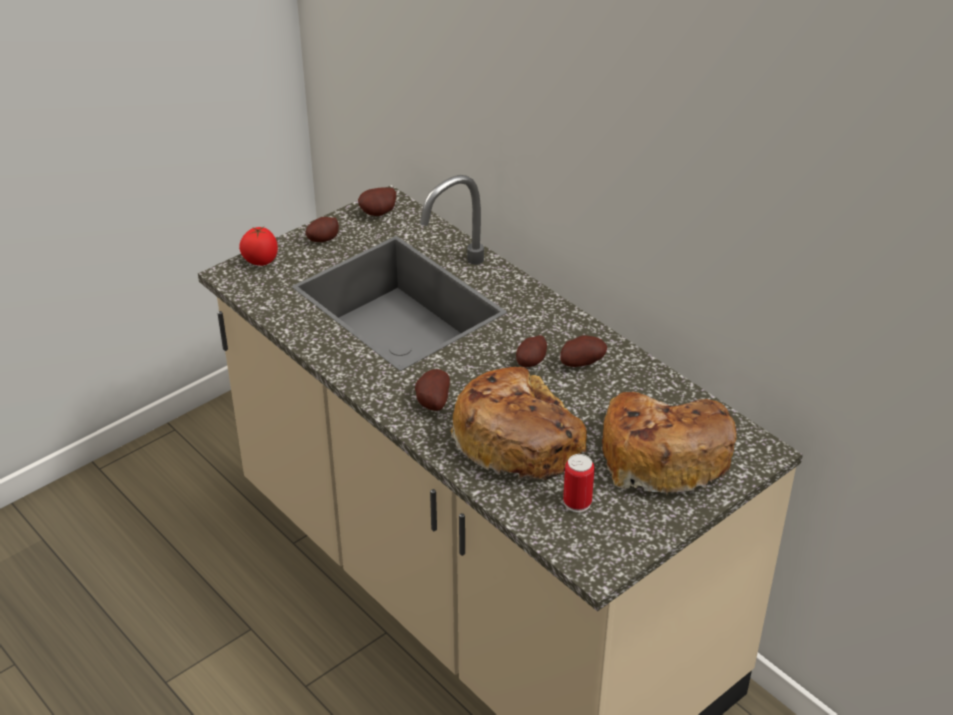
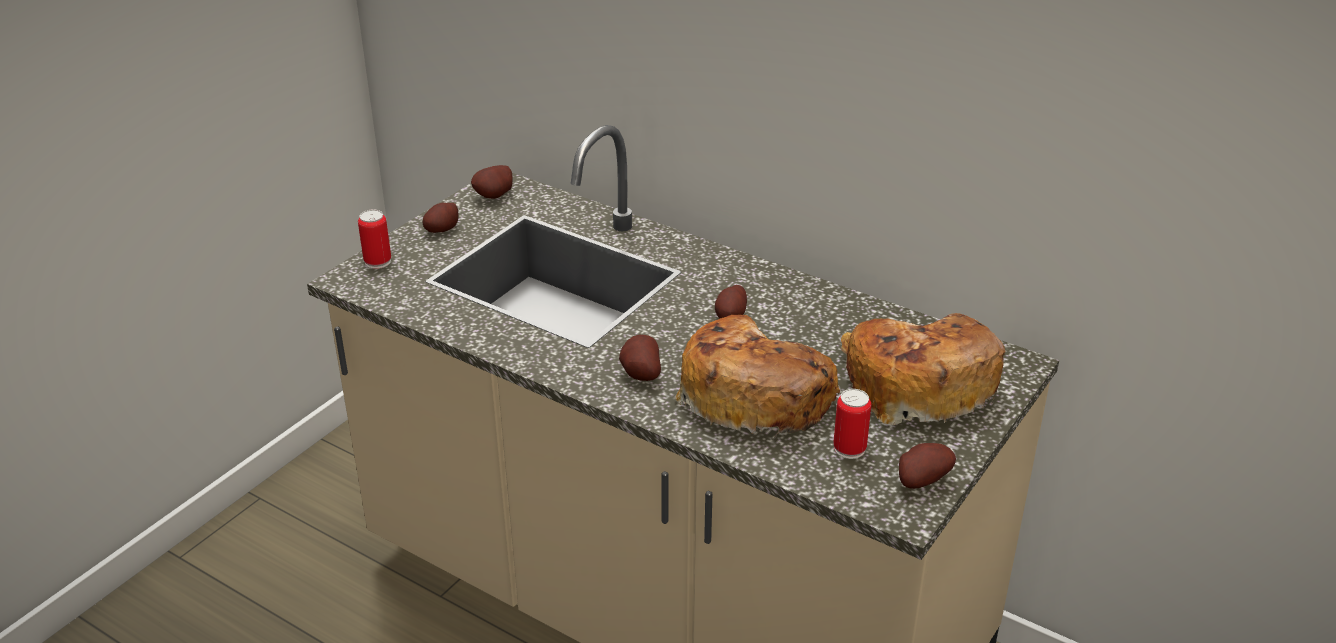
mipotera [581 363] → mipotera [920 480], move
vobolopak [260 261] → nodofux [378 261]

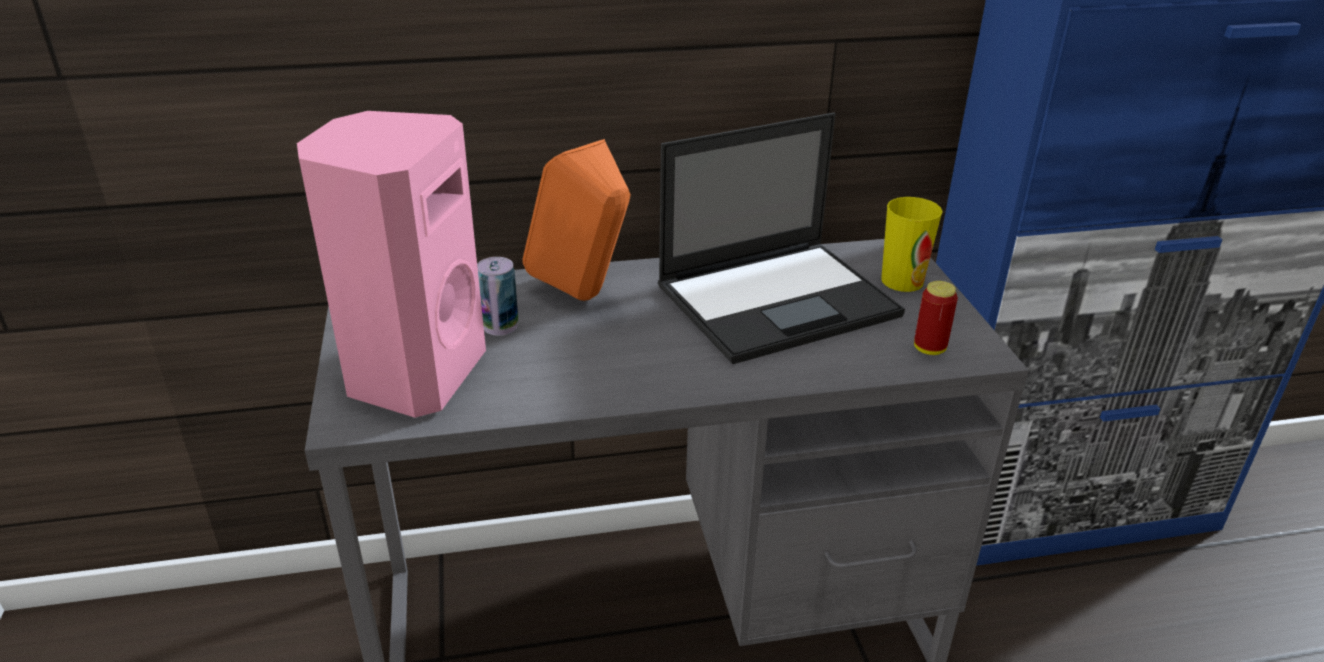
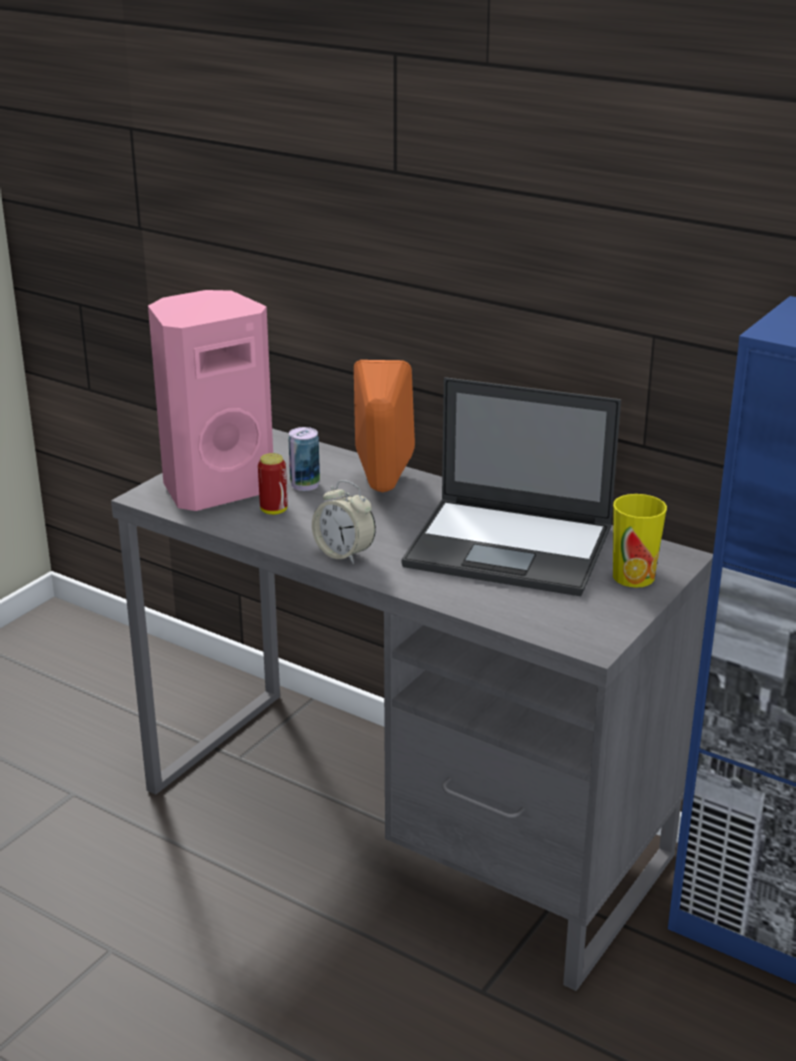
- → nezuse [344 554]
nodofux [929 349] → nodofux [274 511], move

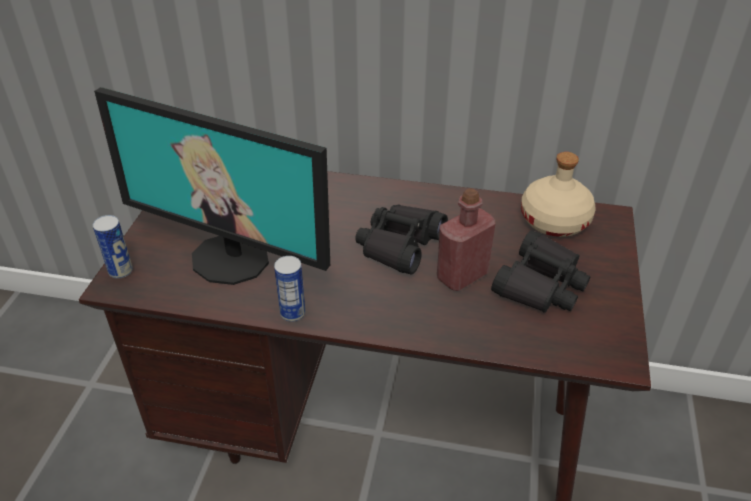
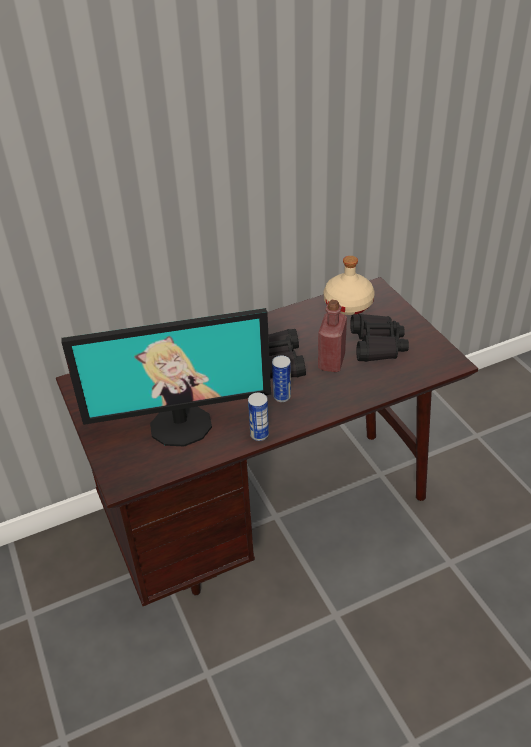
nodofux [120 271] → nodofux [282 396], move

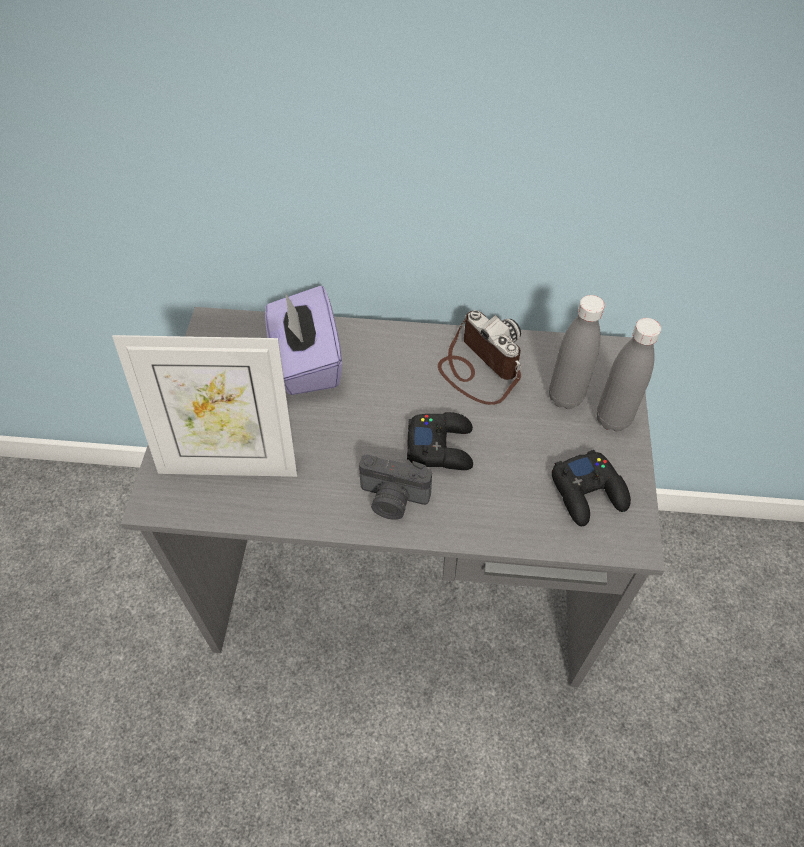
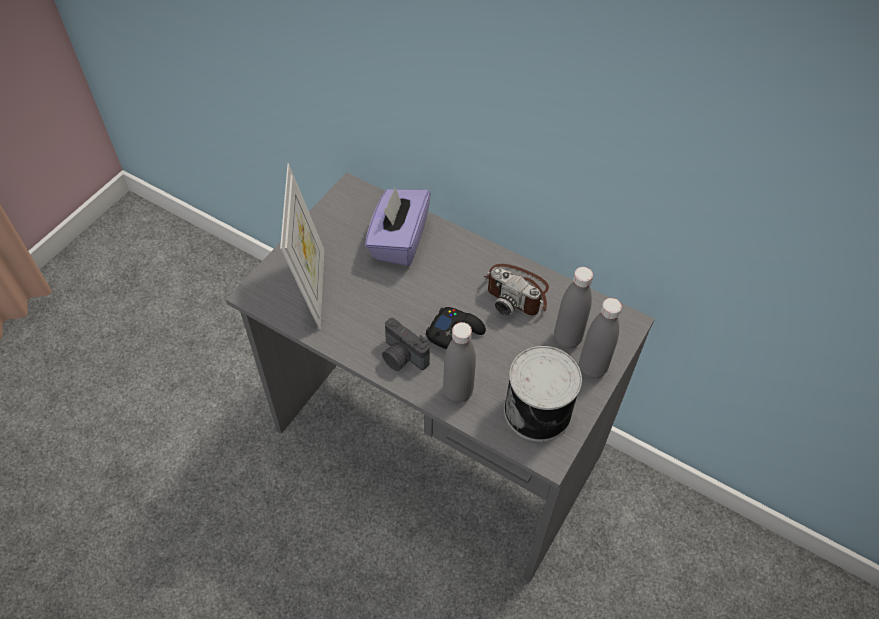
- → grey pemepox [457 392]
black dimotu [588 493] → nodofux [539 411]
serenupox [230 462] → serenupox [311 288], 120 degrees counterclockwise
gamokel [478 367] → gamokel [517 292], 135 degrees clockwise

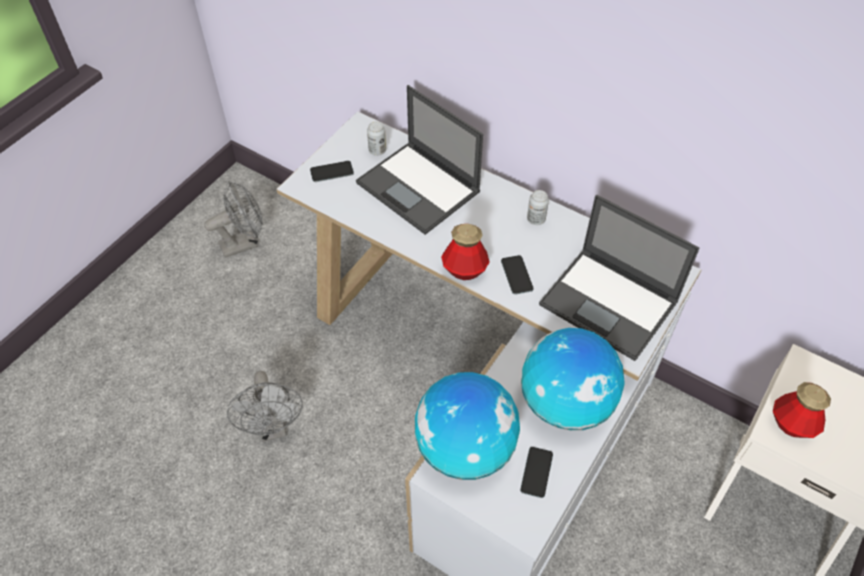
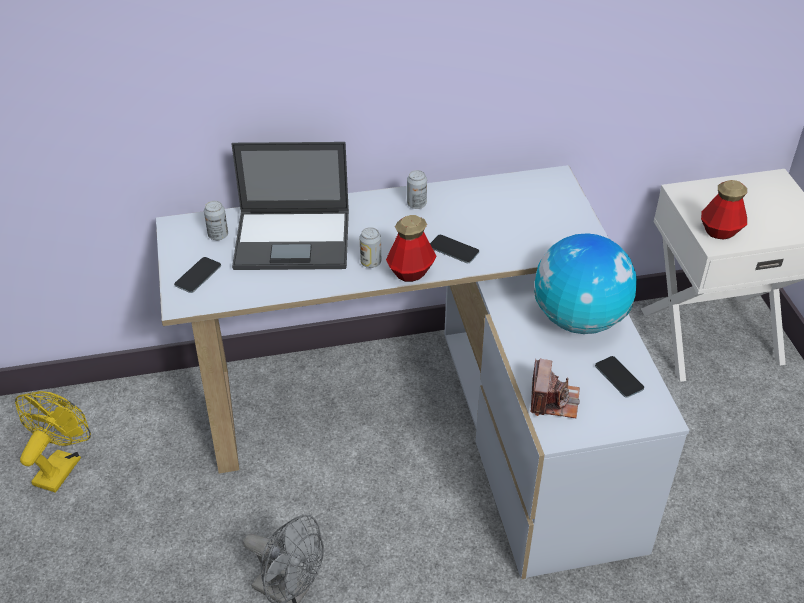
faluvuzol [610 304] → -
- → nodofux [370 262]
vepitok [465 448] → gamokel [553 400]
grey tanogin [244 243] → yellow tanogin [61 465]

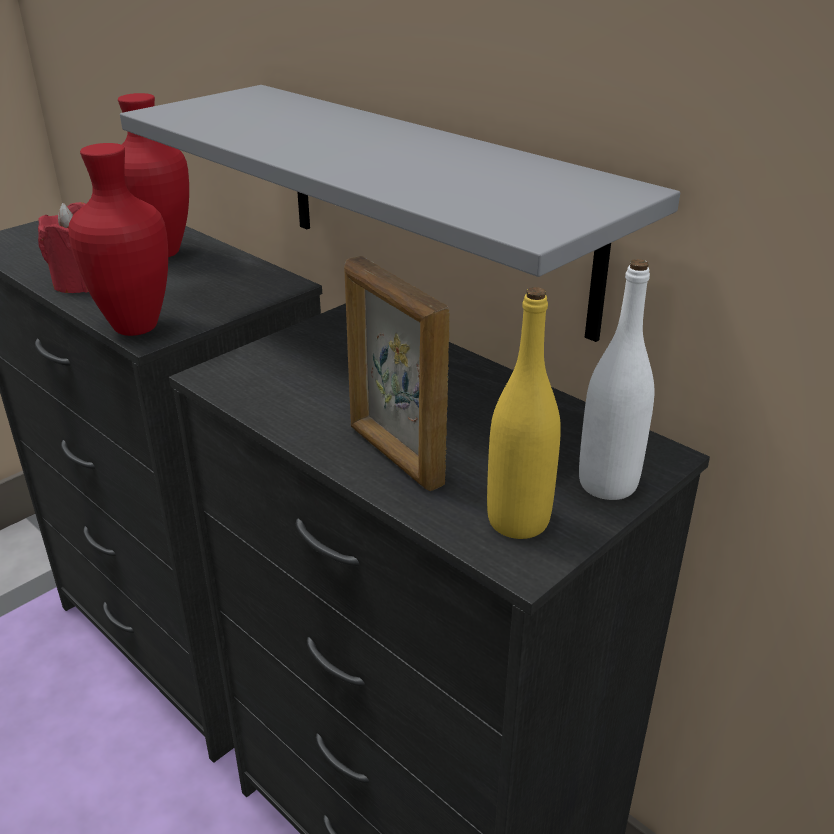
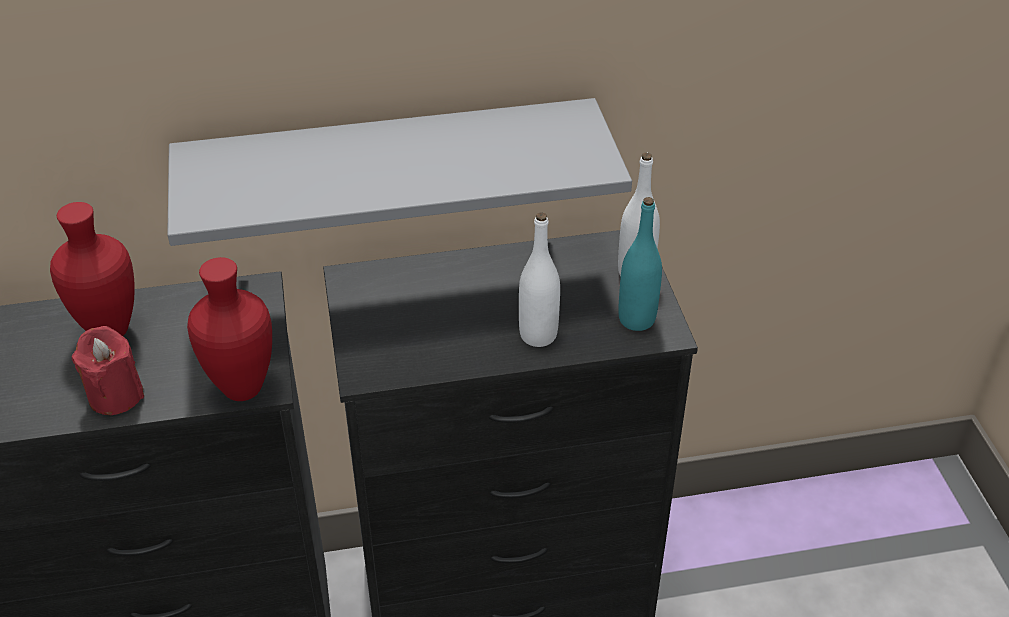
serenupox [394 456] → white pemepox [538 335]
yellow pemepox [518 521] → turquoise pemepox [636 319]

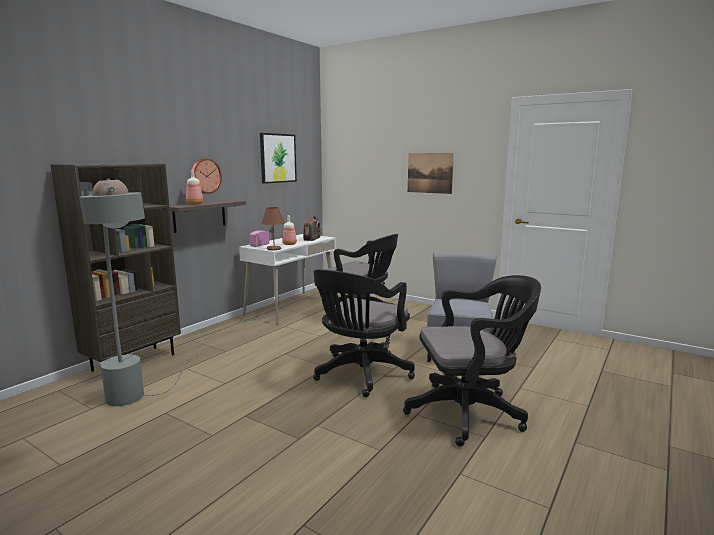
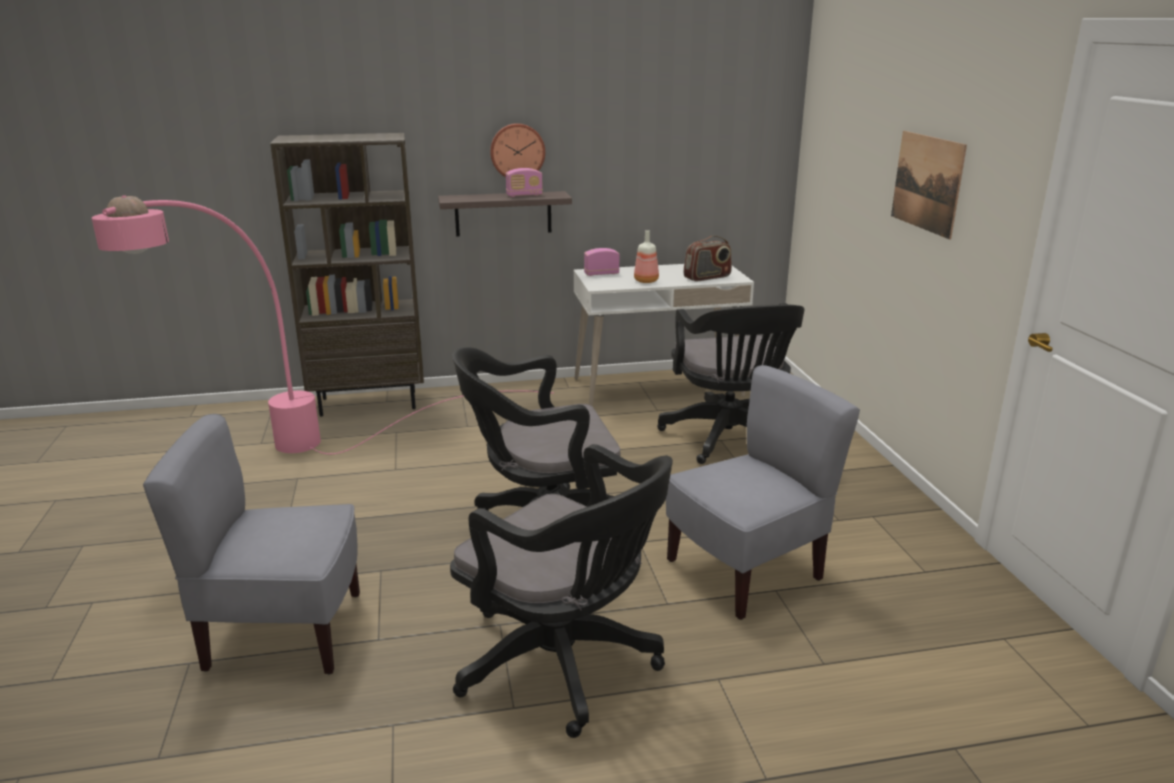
pemepox [194 204] → -
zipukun [277 158] → -
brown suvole [274 249] → -
- → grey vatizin [284 633]
- → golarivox [524 195]
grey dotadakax [154 411] → pink dotadakax [293 471]

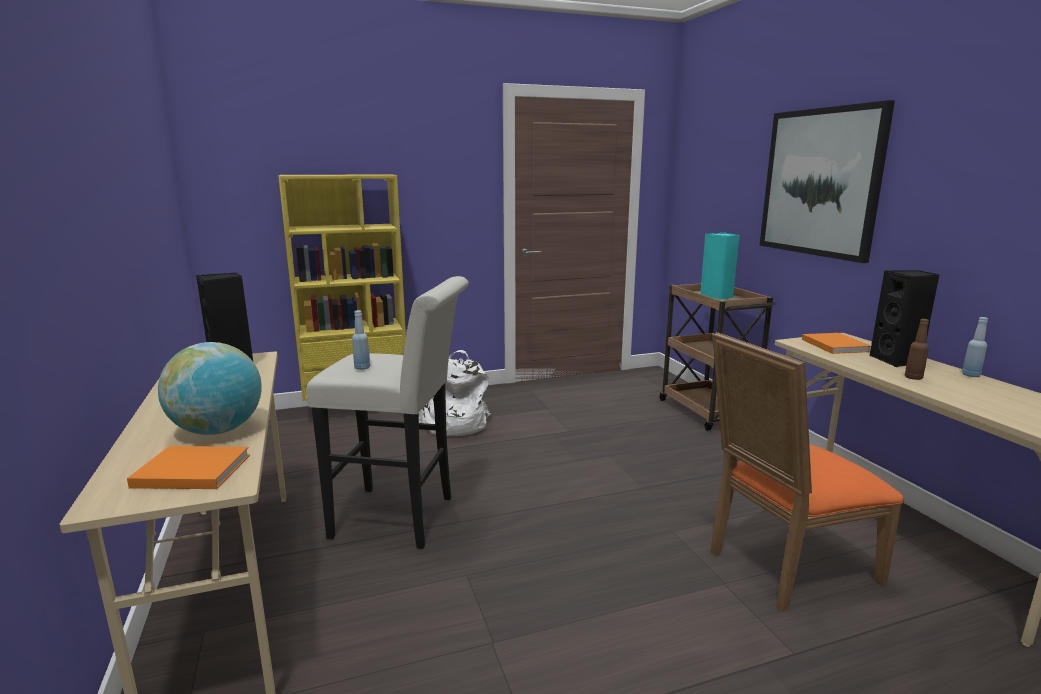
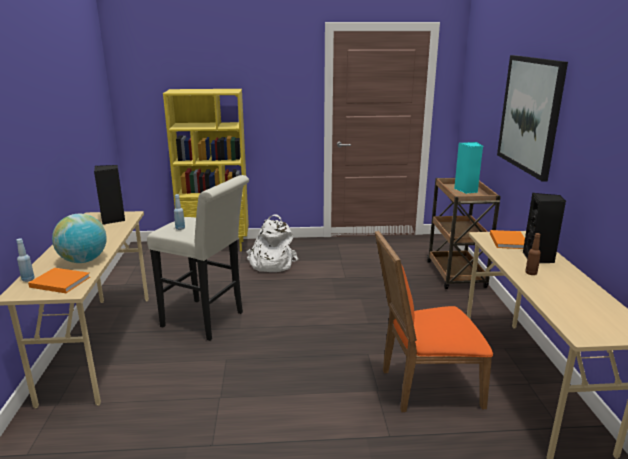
blue pemepox [971 375] → blue pemepox [28 279], move

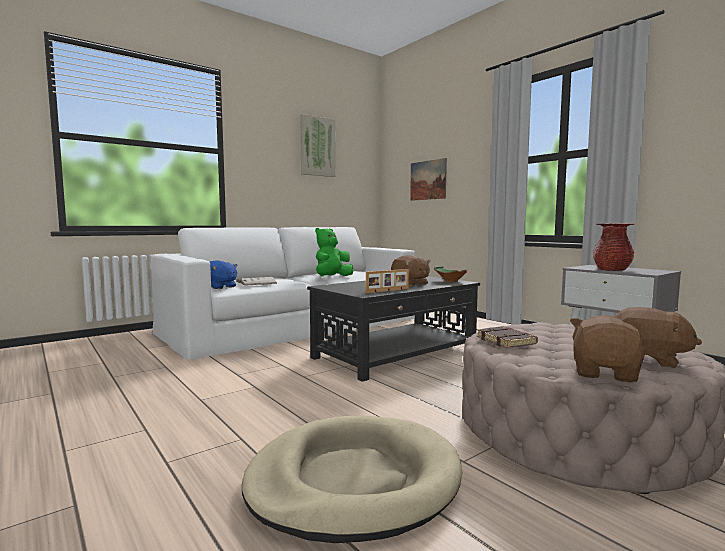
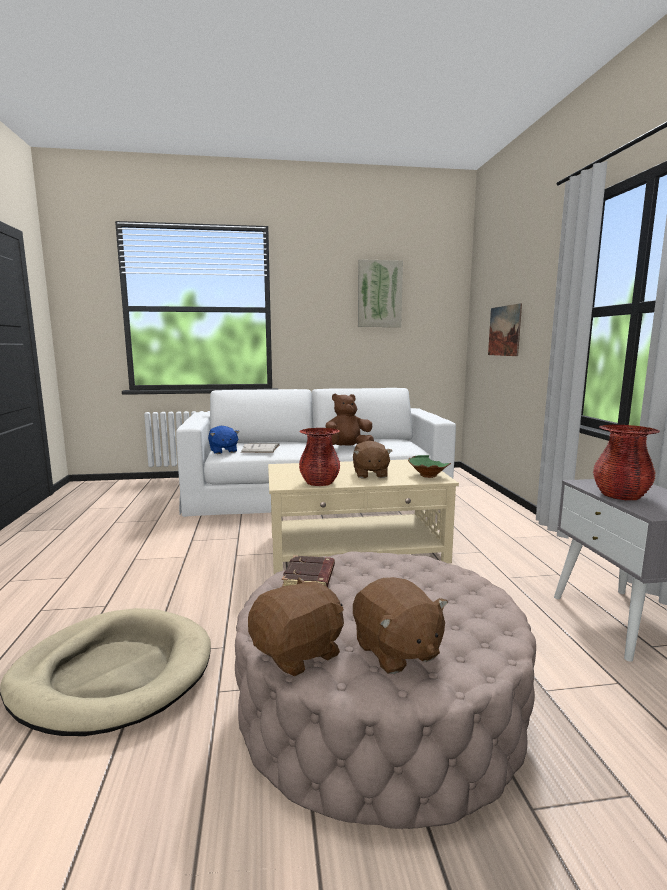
serenupox [388 291] → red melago [319 483]
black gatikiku [396 354] → beige gatikiku [356 548]
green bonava [332 277] → brown bonava [347 448]

